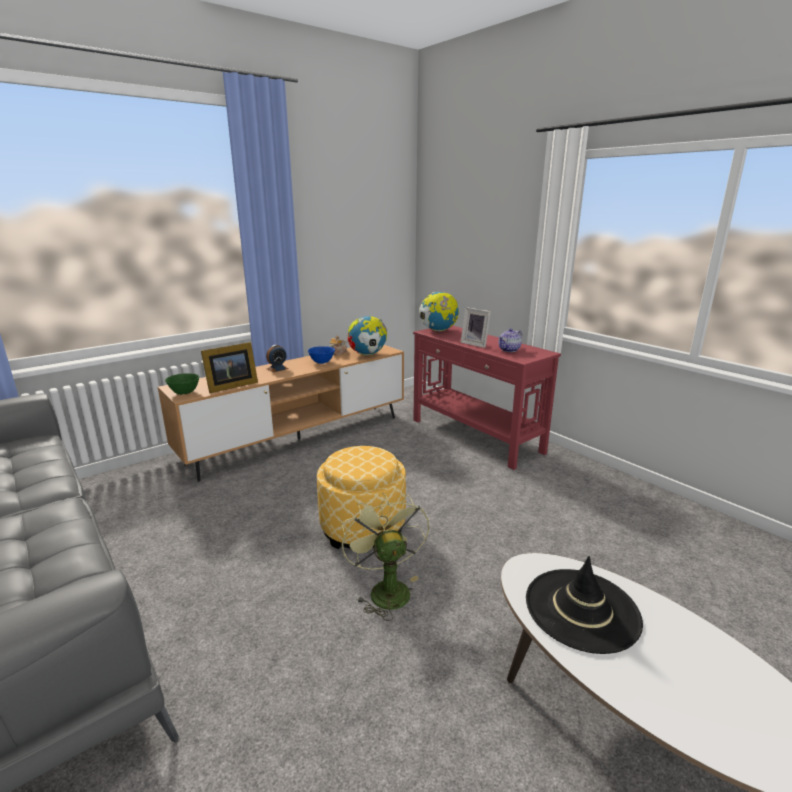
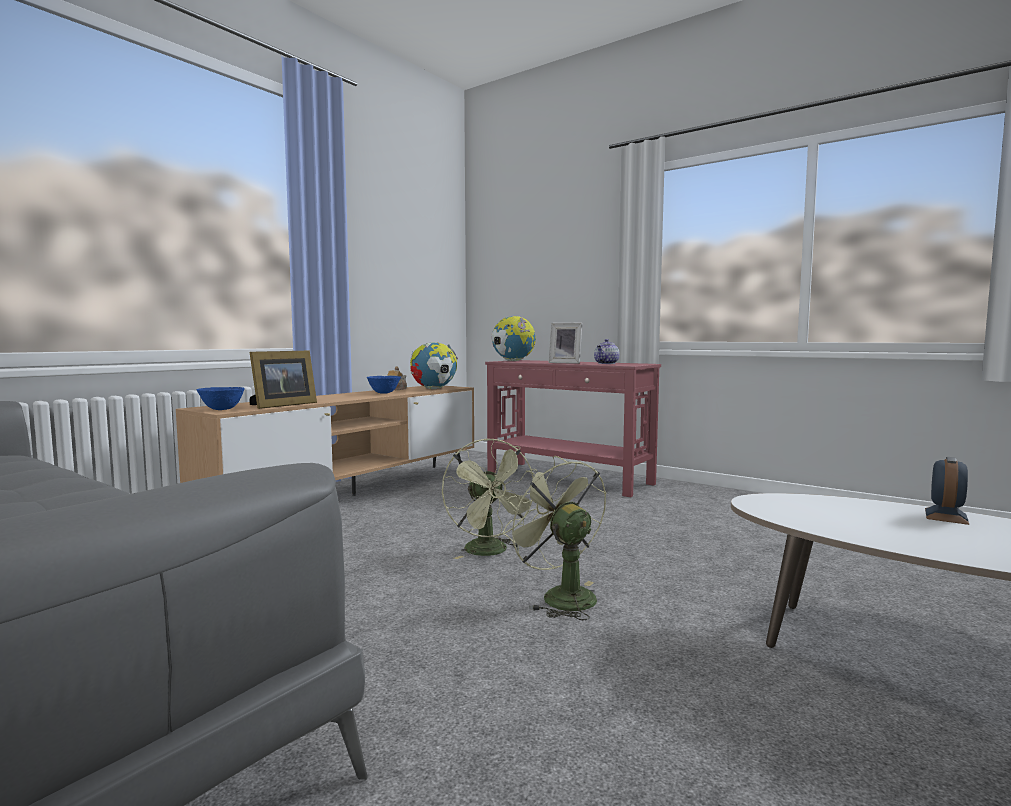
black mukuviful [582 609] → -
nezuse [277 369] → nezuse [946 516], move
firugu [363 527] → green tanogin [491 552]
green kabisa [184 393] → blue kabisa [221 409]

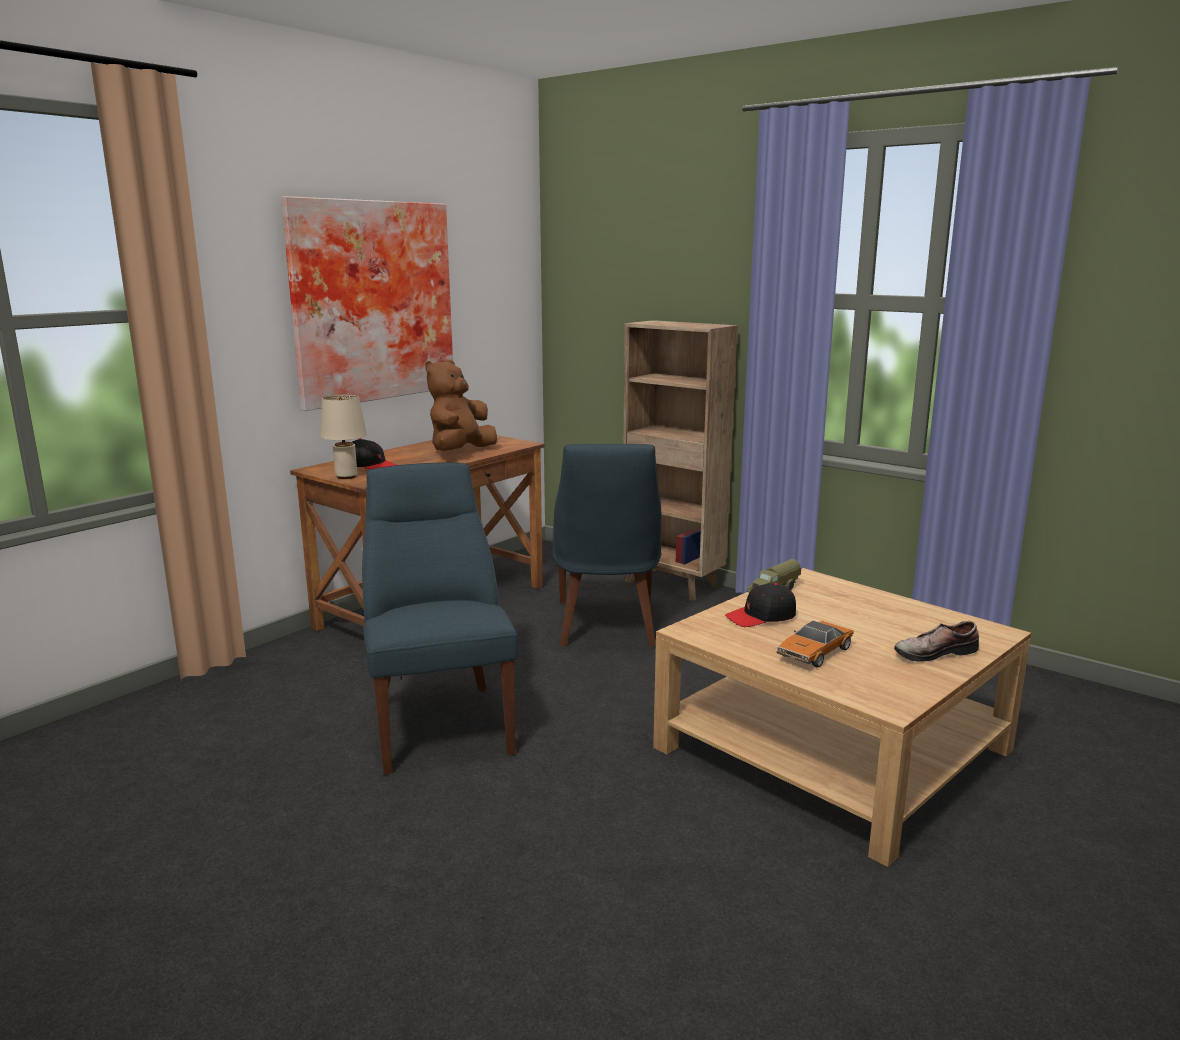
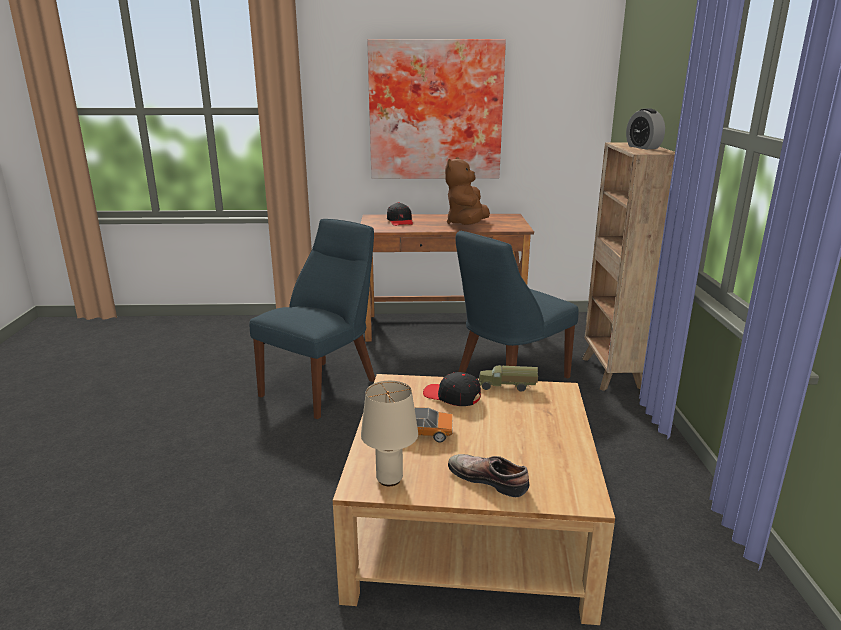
- → nezuse [643 147]
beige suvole [346 477] → beige suvole [389 478], move
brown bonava [460 452] → brown bonava [467 225], 60 degrees counterclockwise

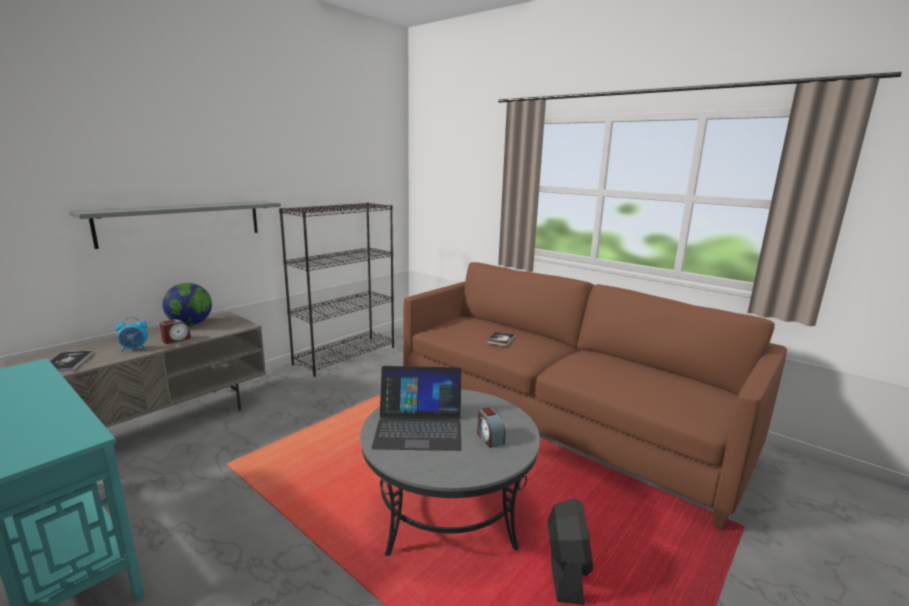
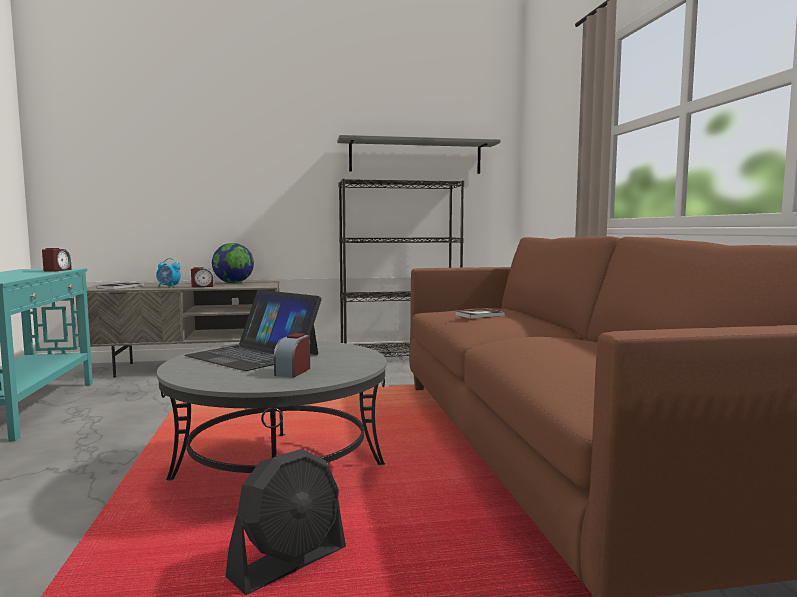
- → nezuse [57 270]
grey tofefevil [182 222] → grey tofefevil [415 157], move

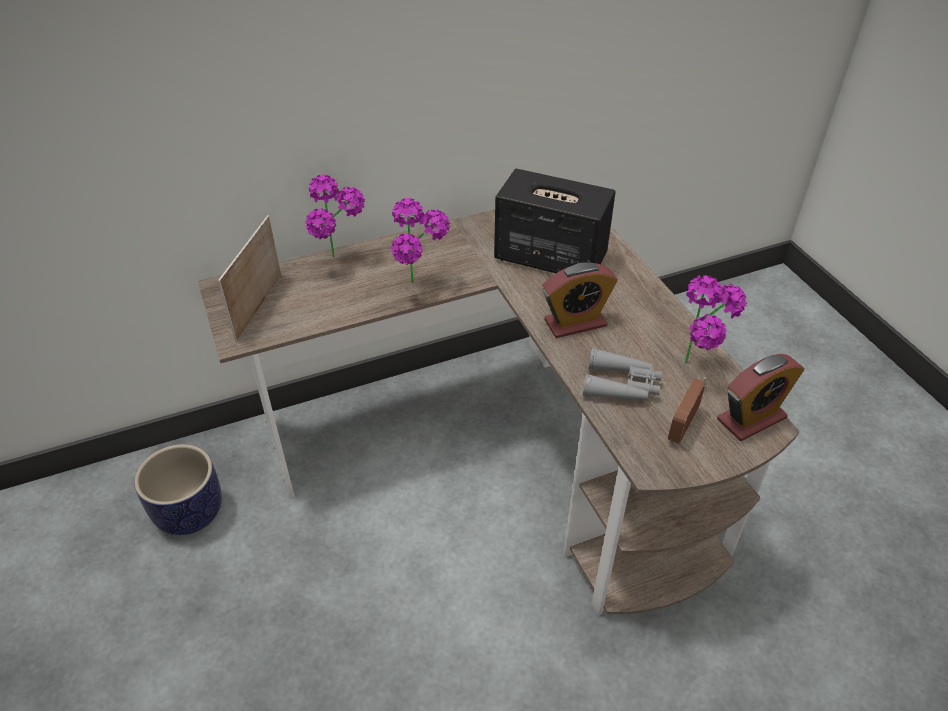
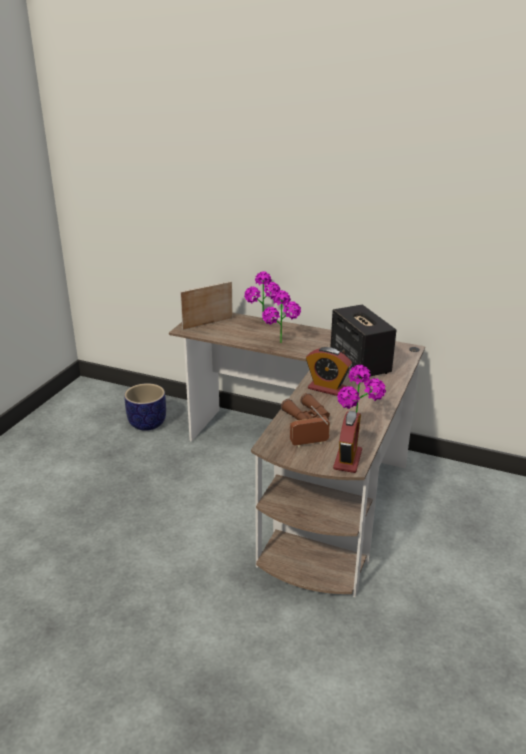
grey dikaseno [622 385] → brown dikaseno [308 417]
nezuse [751 419] → nezuse [347 459], 90 degrees counterclockwise

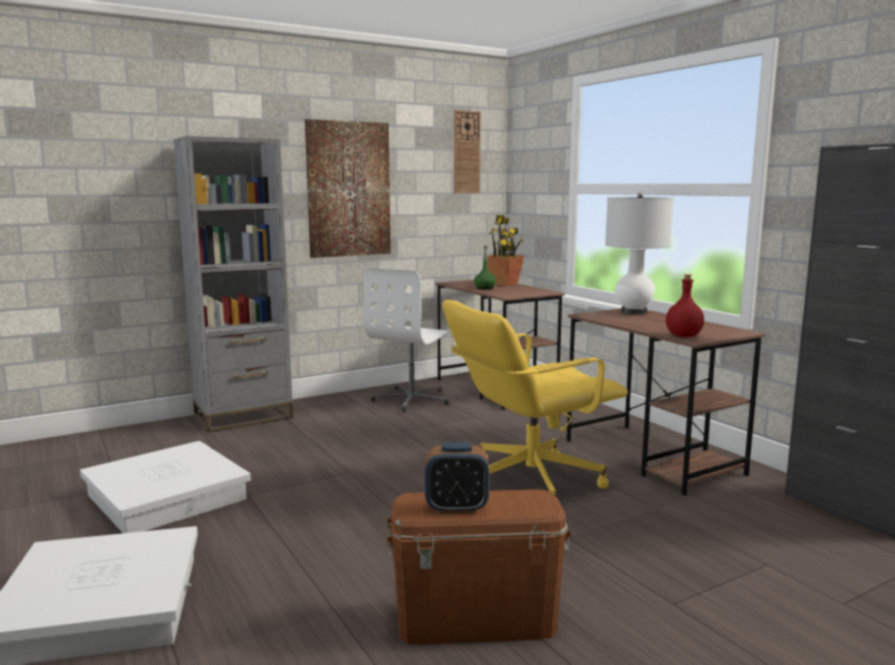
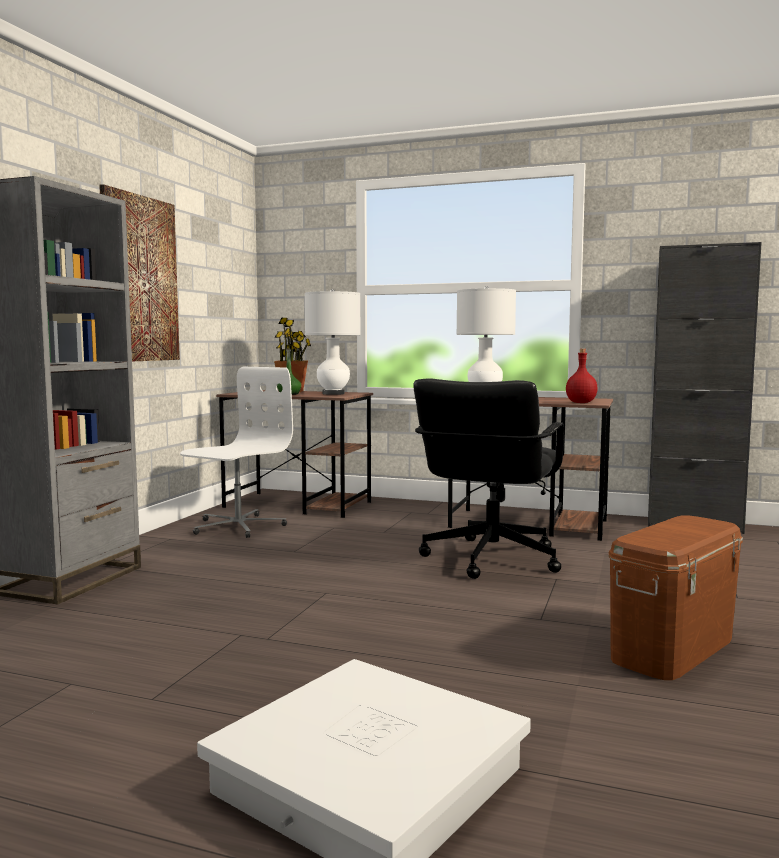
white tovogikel [165 497] → -
nezuse [456 508] → -
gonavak [466 152] → -
- → white suvole [333 394]
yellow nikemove [529 482] → black nikemove [490 559]
white nikemove [412 399] → white nikemove [237 526], 135 degrees counterclockwise

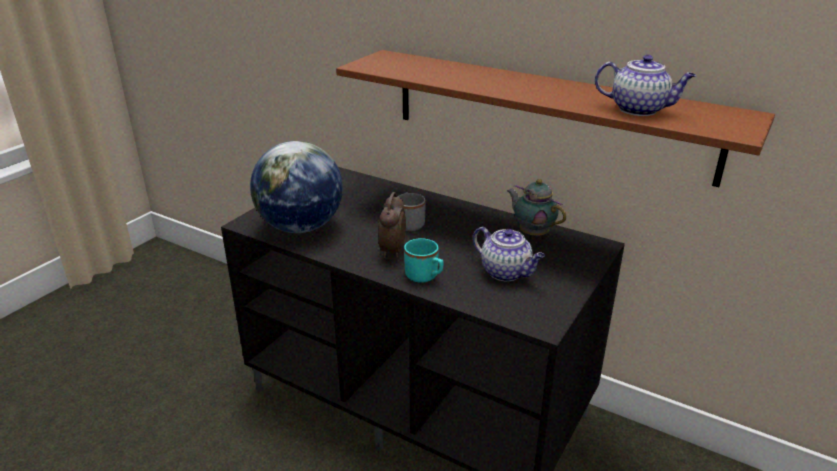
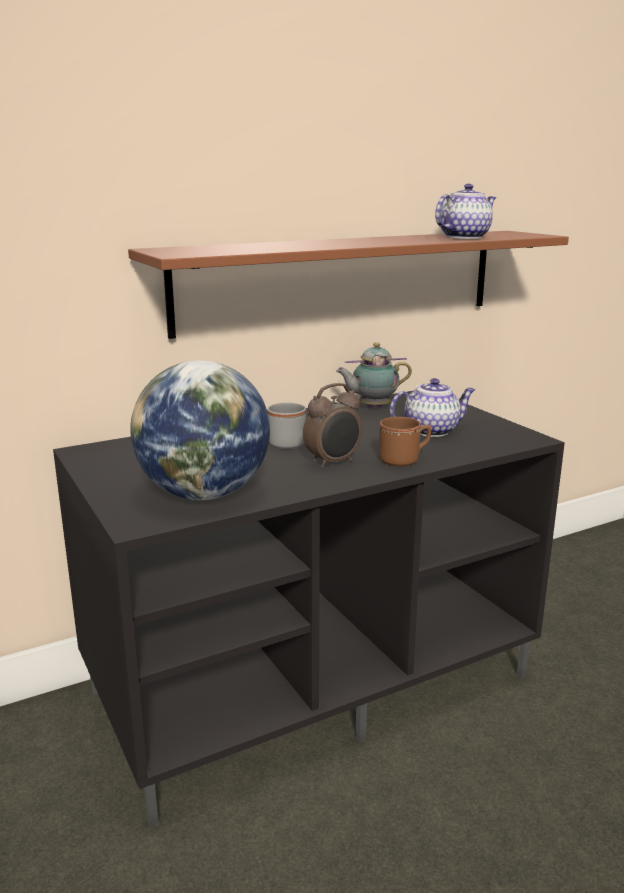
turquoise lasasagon [425 277] → brown lasasagon [404 460]
nezuse [392 251] → nezuse [333 462], 75 degrees counterclockwise

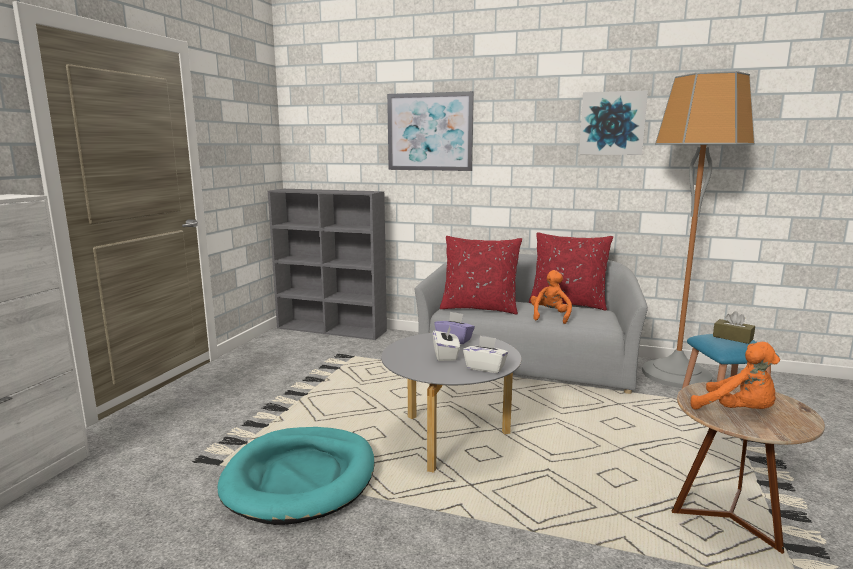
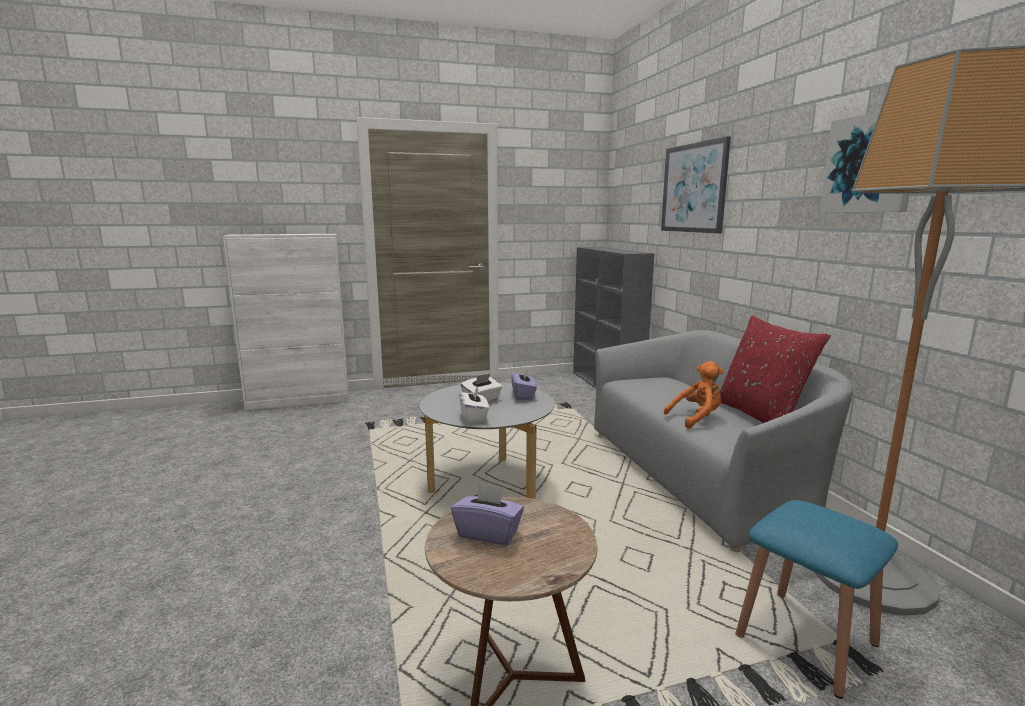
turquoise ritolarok [301 478] → -
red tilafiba [479 308] → -
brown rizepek [732 338] → -
orange bonava [737 412] → purple rizepek [488 533]

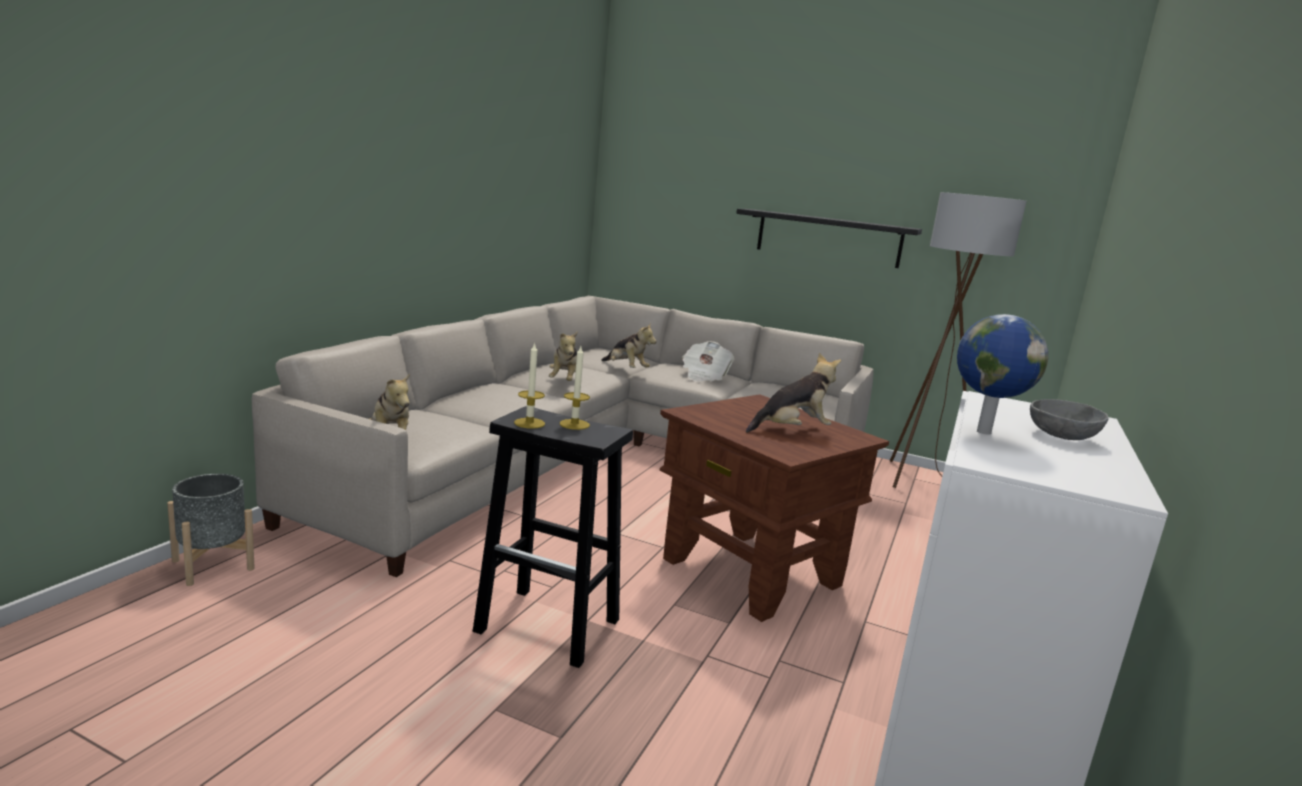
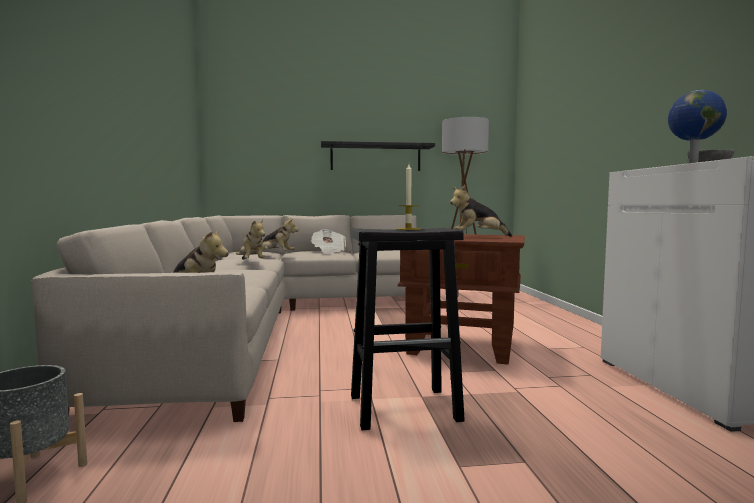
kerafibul [529 423] → -
bonava [792 430] → bonava [478 237], 135 degrees counterclockwise

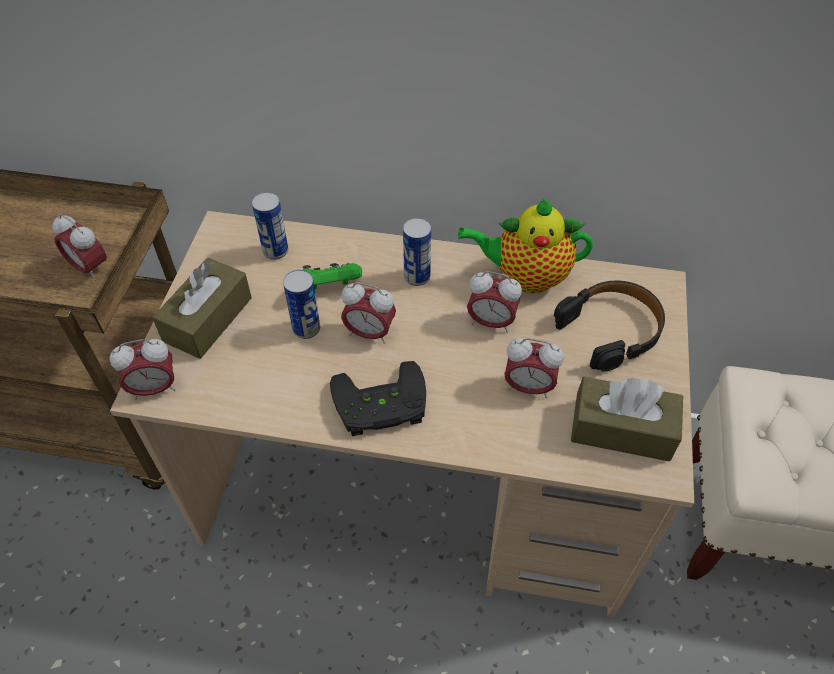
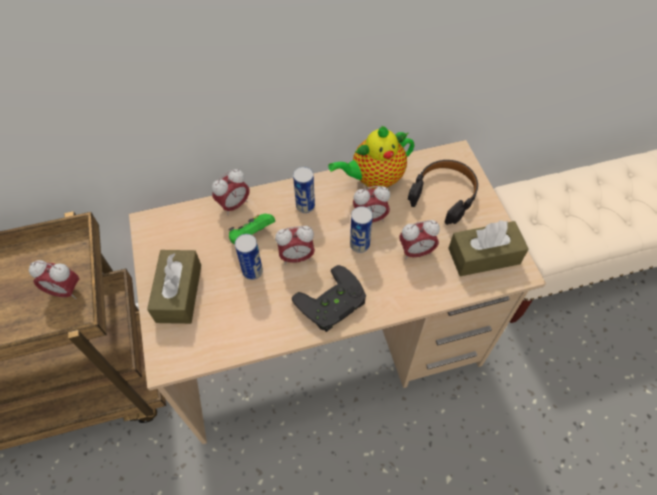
nezuse [154 388] → nezuse [234 205], move
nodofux [275 251] → nodofux [359 245], move

